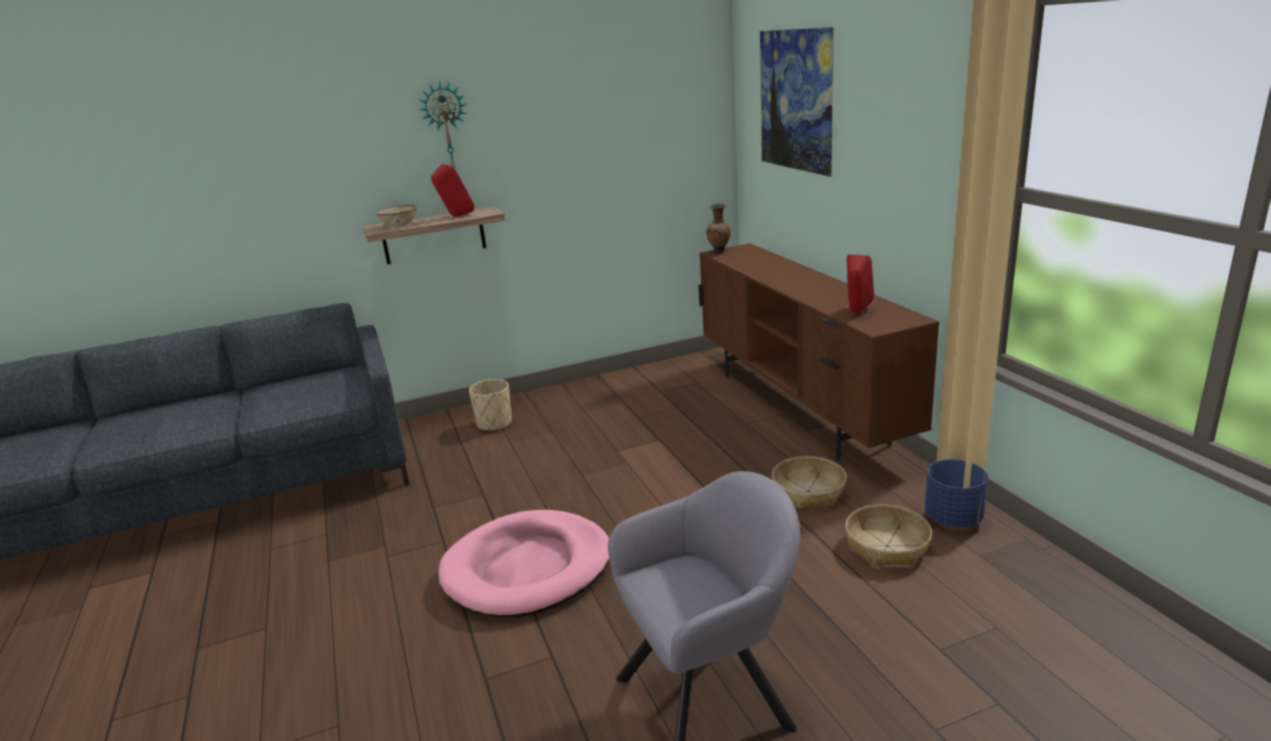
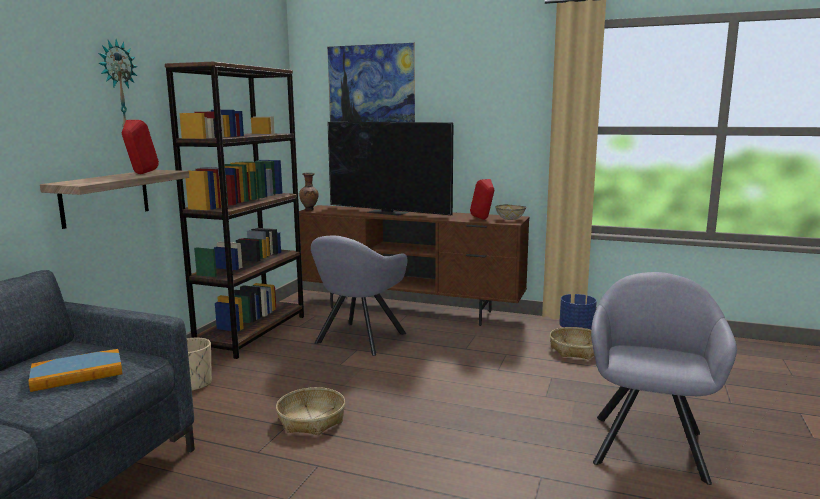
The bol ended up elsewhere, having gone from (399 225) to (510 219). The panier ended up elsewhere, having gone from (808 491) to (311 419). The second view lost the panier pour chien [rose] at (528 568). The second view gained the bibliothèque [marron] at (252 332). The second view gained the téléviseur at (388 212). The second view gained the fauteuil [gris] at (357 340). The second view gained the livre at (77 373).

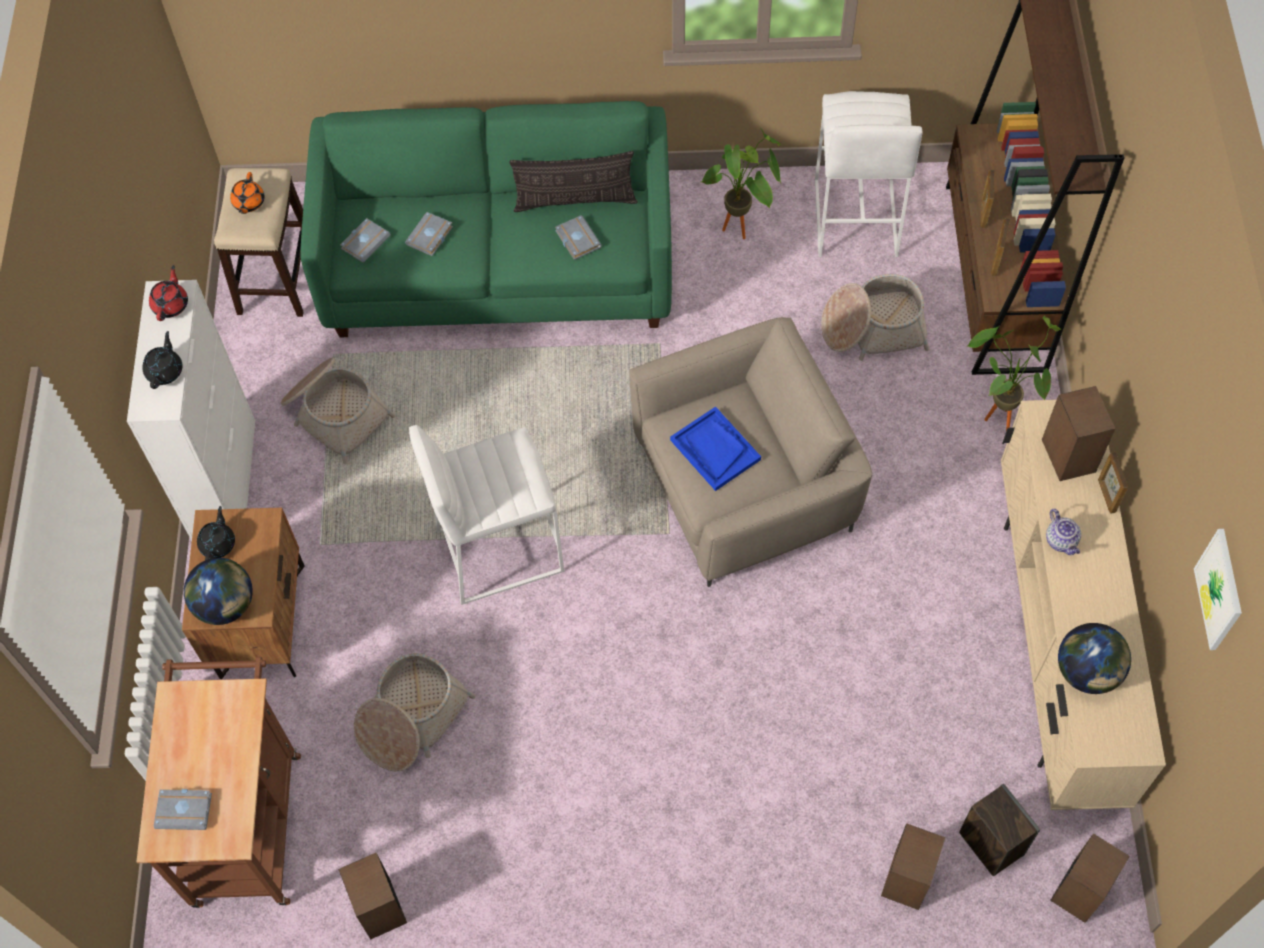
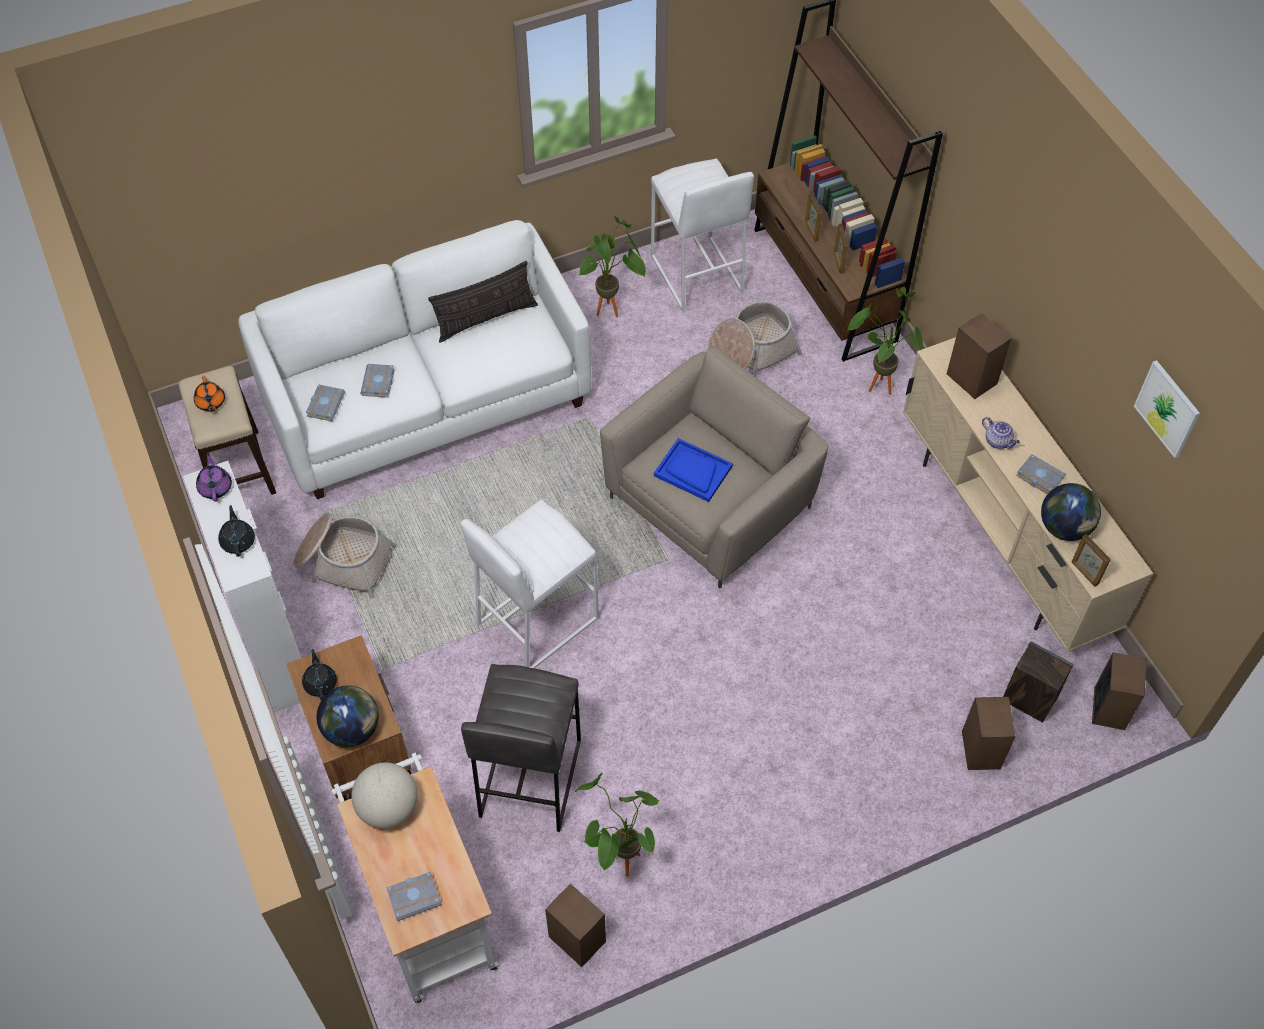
What was the canapé [vert] at (500 267) turned into the canapé [blanc] at (427 400). The livre [gris] ended up elsewhere, having gone from (576 239) to (1038 477). What was the théière [rouge] at (171 304) turned into the théière [violet] at (215 487). The cadre photo ended up elsewhere, having gone from (1106 495) to (1084 573). Where the panier stood at (411 718), the tabouret [gris] came to stand at (529 778). What was the chariot [marron] at (247 818) turned into the chariot [blanc] at (427 912). The second view gained the globe at (388 808). The second view gained the plante en pot at (619 864).

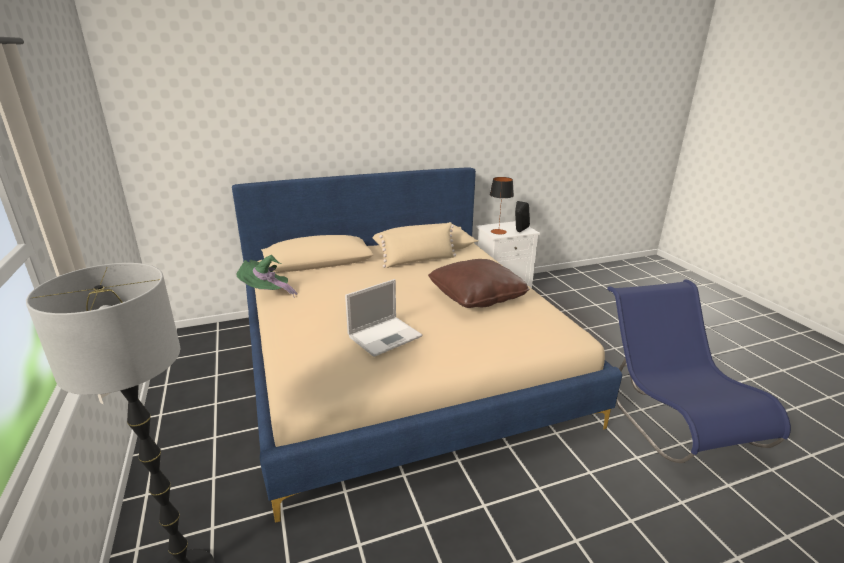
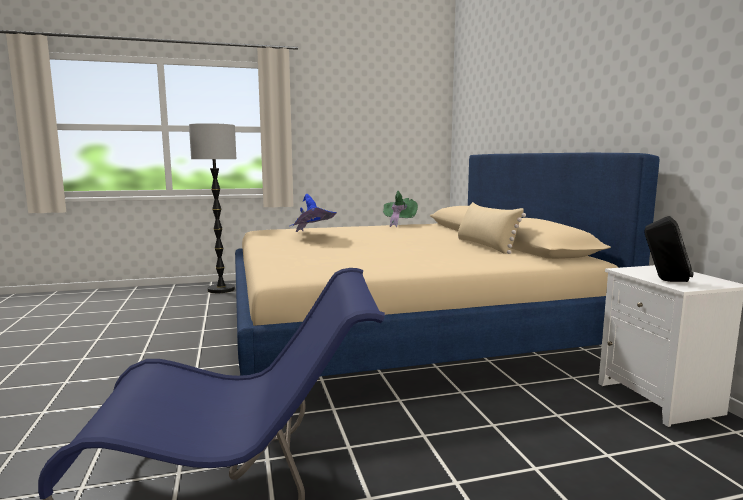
The second view lost the lampe de table at (498 231). The second view lost the coussin [marron] at (476 296). Where the ordinateur portable stood at (386 336), the chapeau [bleu] came to stand at (312 235).

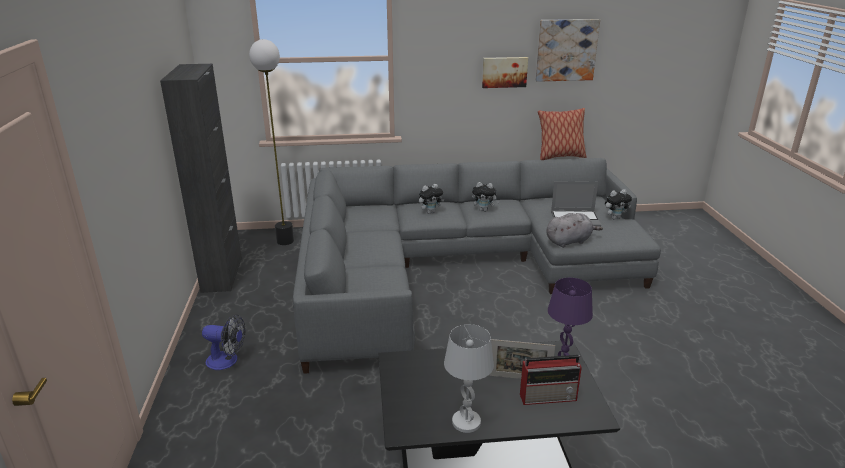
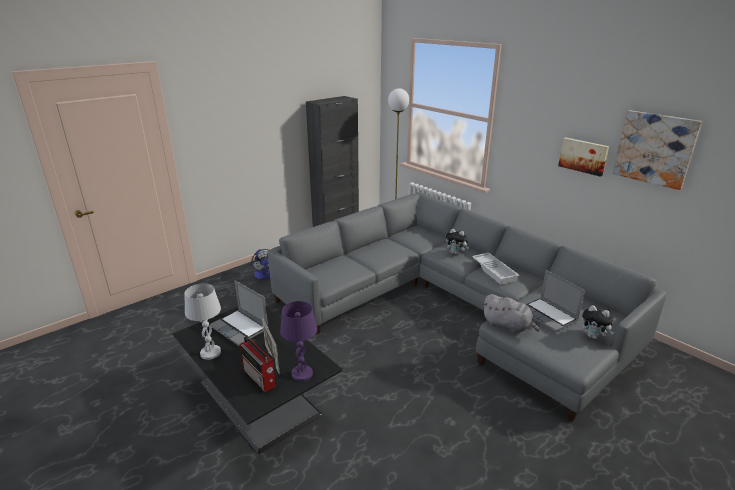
The second view lost the coussin at (560 157). Where the peluche stood at (484 210), the plateau [blanc] came to stand at (495 271). The second view gained the ordinateur portable at (240 328).

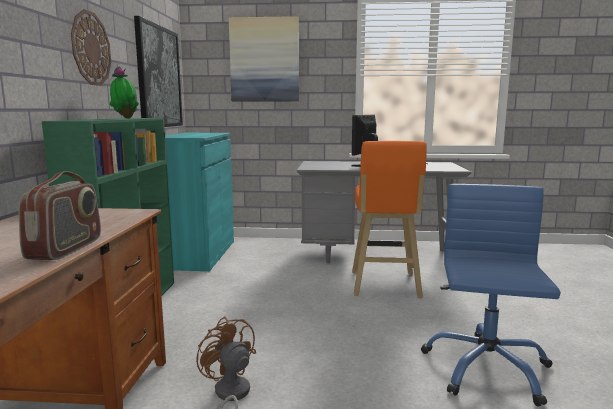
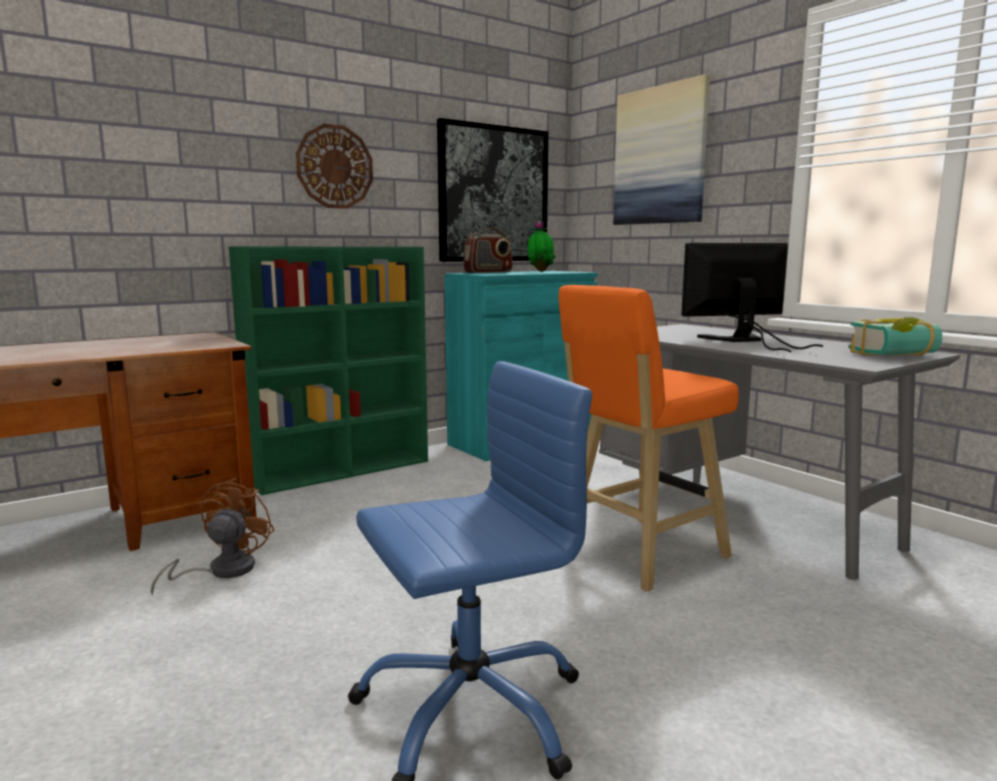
The plante en pot ended up elsewhere, having gone from (125 118) to (540 271). The radio ended up elsewhere, having gone from (66 249) to (488 272). The second view gained the livre at (898 356).

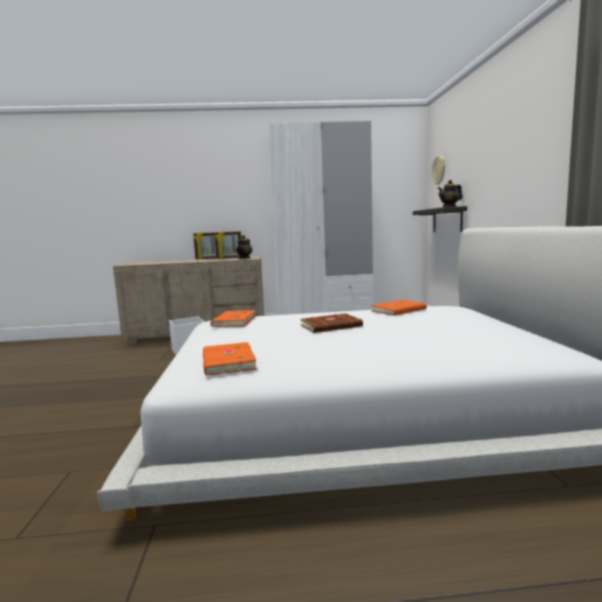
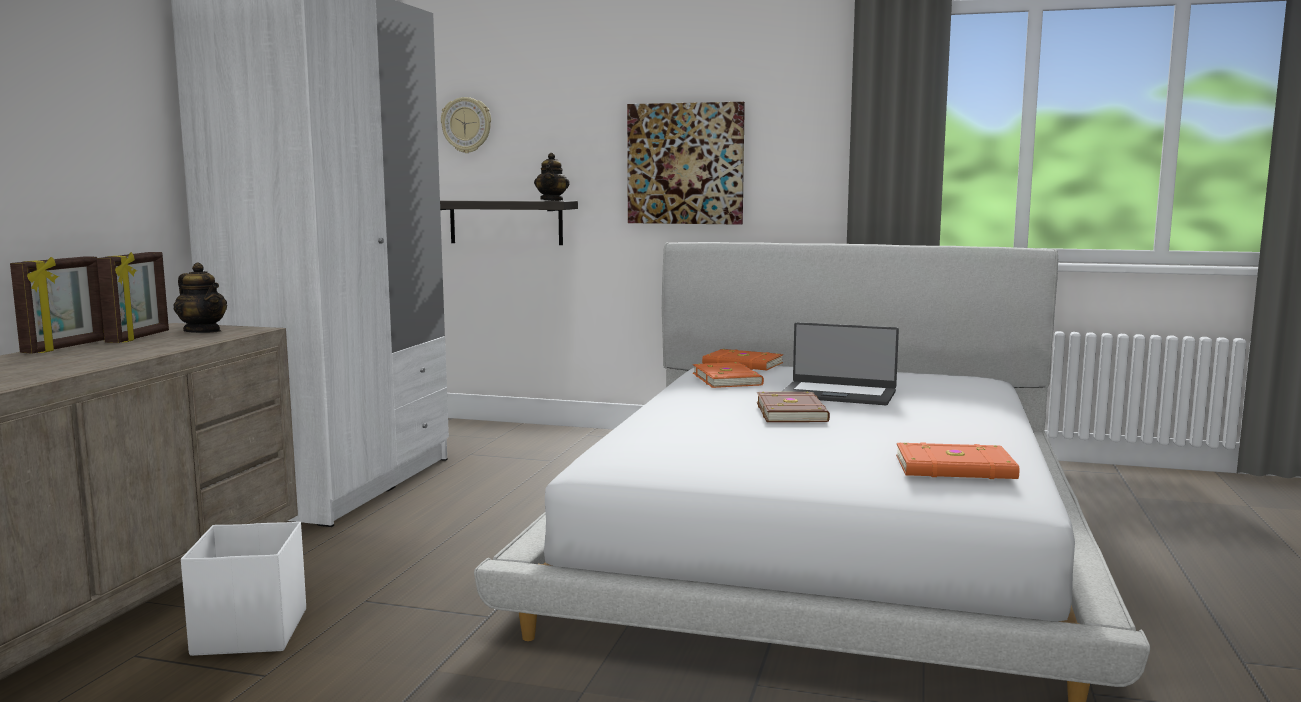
The livre [orange] ended up elsewhere, having gone from (233 321) to (742 364). The second view gained the tableau at (685 164). The second view gained the ordinateur portable at (838 394).

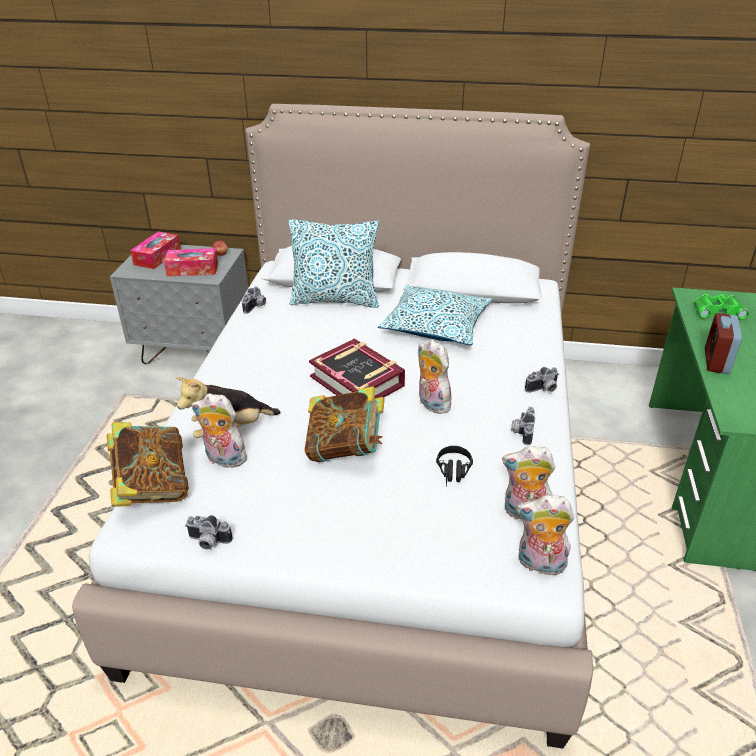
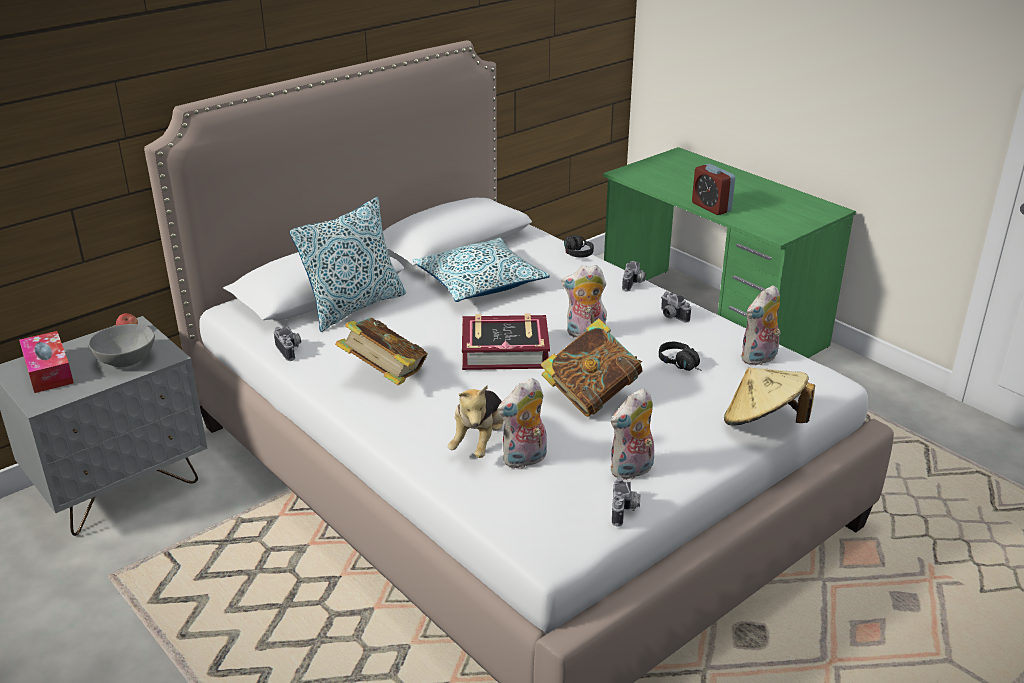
Where the boîte à mouchoirs stood at (192 269), the bol [gris] came to stand at (126 360). The second view lost the jumelles [vert] at (717 310). The livre ended up elsewhere, having gone from (152 488) to (384 377). The peluche ended up elsewhere, having gone from (540 565) to (632 471). The appareil photo at (208 542) ended up facing another way, 45 degrees counterclockwise from before. The second view gained the casque audio [noir] at (575 251). The second view gained the chapeau [beige] at (762 422).

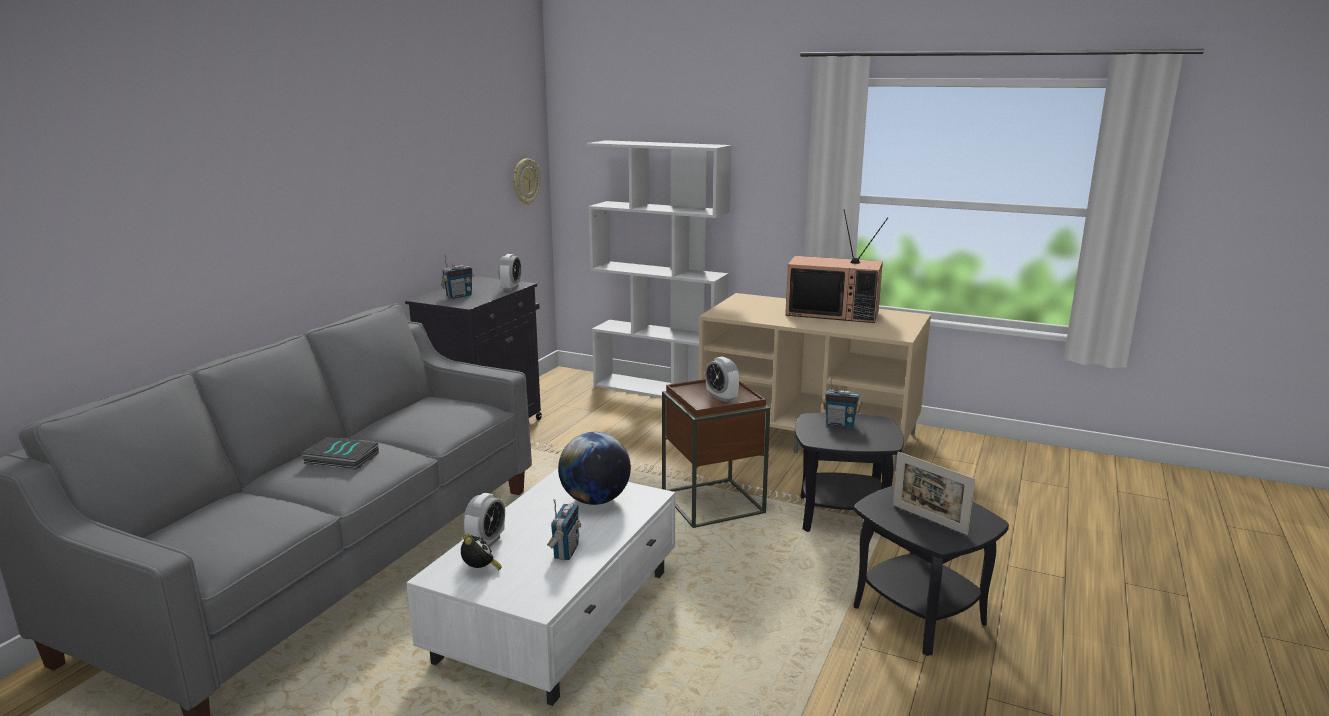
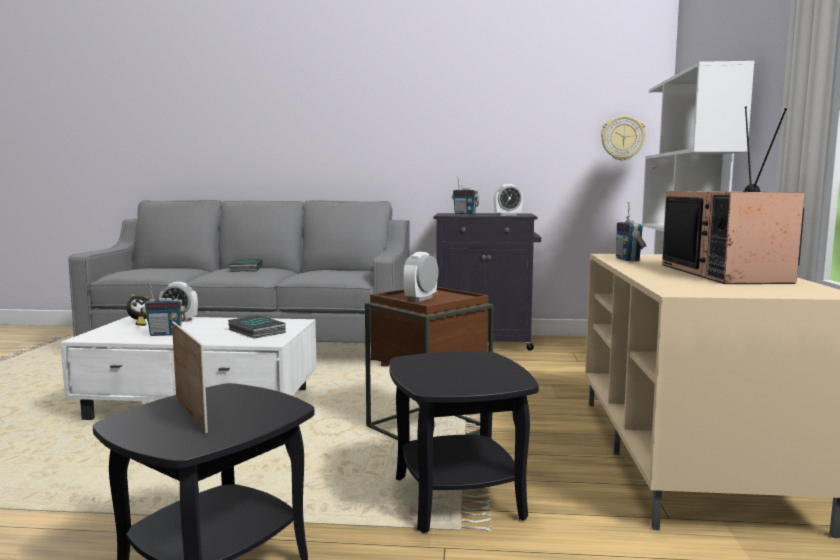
The radio ended up elsewhere, having gone from (840 424) to (628 259). Where the globe stood at (595 500), the livre came to stand at (255 331). The cadre photo at (929 519) ended up facing another way, 120 degrees clockwise from before.

